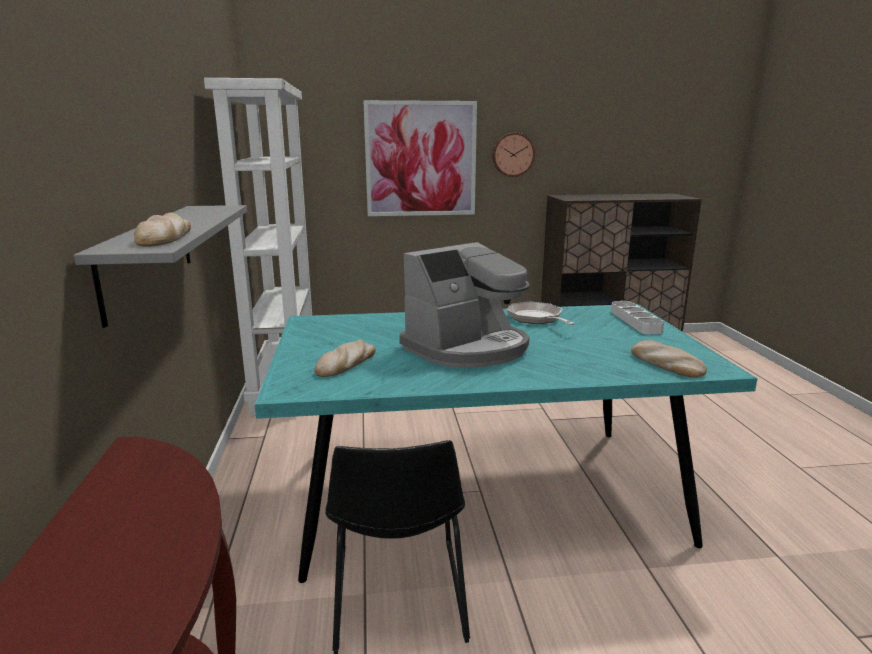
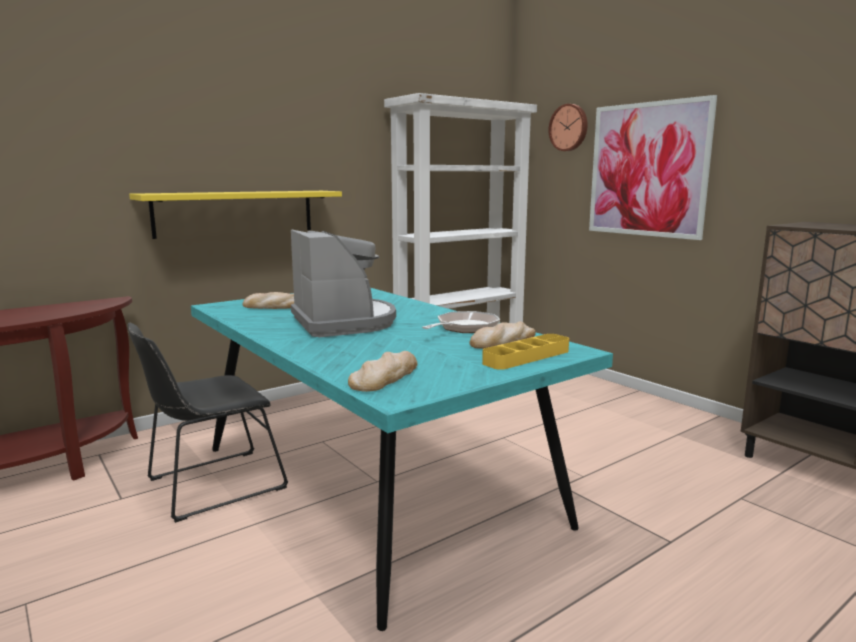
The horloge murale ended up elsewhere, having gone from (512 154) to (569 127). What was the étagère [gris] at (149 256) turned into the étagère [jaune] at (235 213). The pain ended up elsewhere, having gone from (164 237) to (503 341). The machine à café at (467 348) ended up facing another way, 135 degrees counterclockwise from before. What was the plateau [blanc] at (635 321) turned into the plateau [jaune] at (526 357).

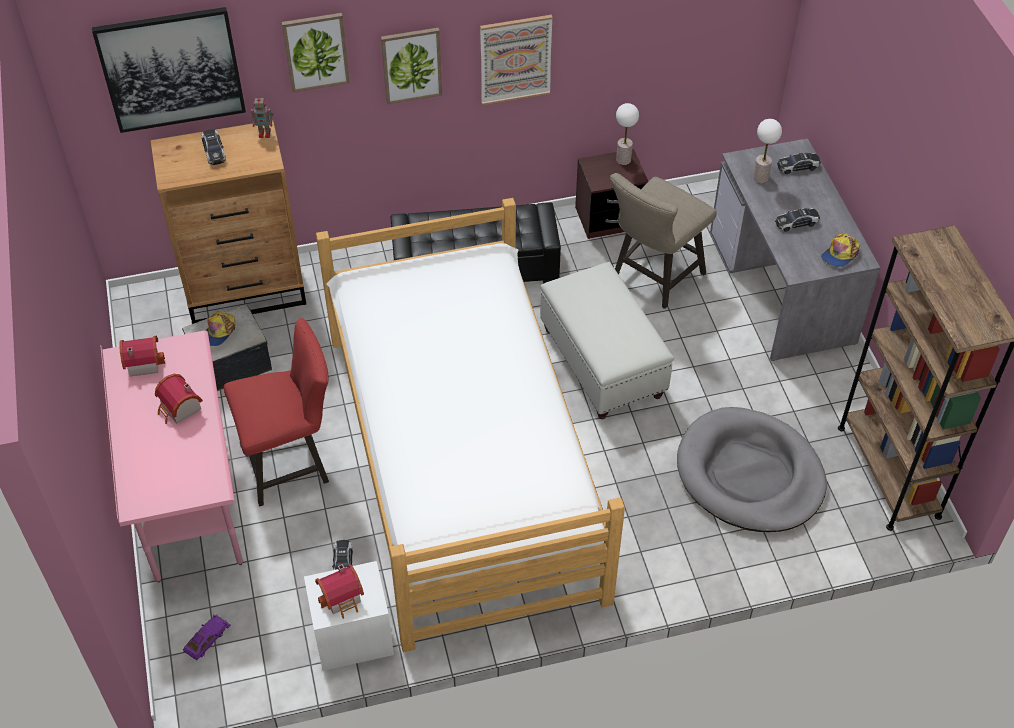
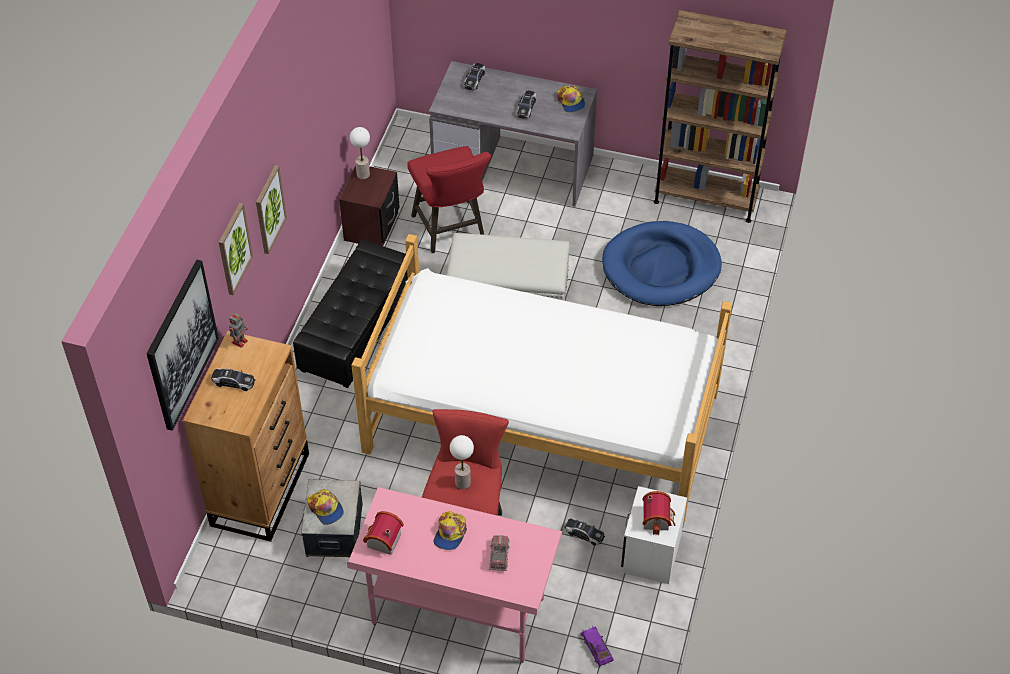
The second view lost the tableau at (515 59). The lampe de table ended up elsewhere, having gone from (760 177) to (462 482). What was the tabouret [beige] at (653 278) turned into the tabouret [rouge] at (451 231). Where the maison miniature stood at (179 409), the casquette came to stand at (450 533). What was the panier pour chien [gris] at (749 474) turned into the panier pour chien [bleu] at (661 267). The second view gained the camion jouet at (499 556).

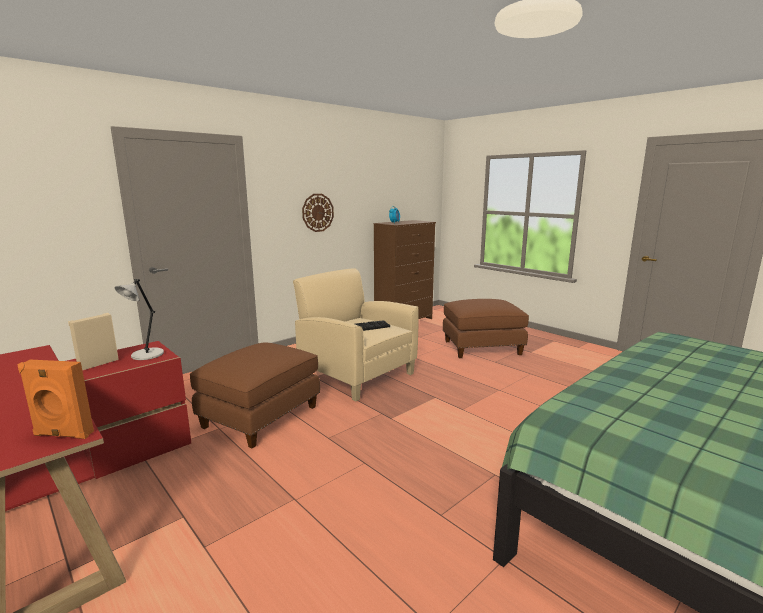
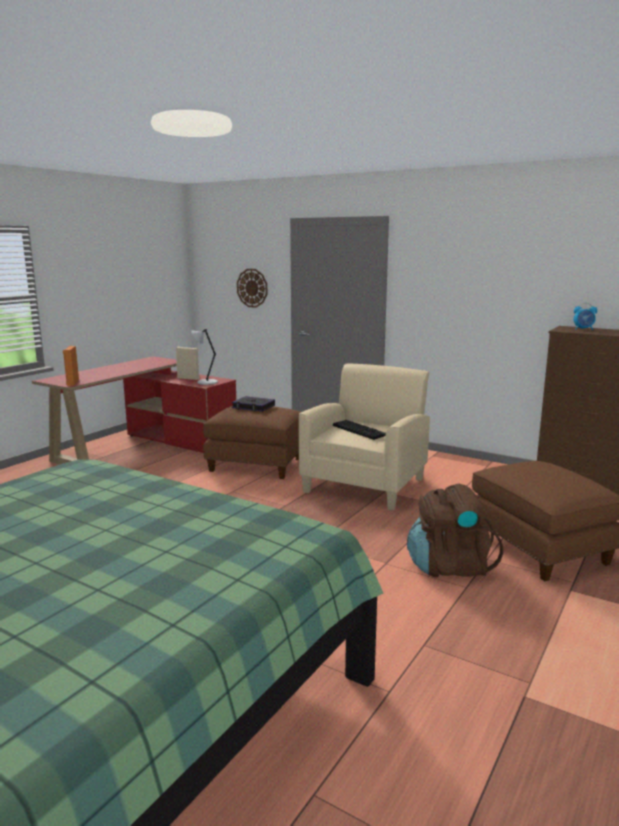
The horloge murale ended up elsewhere, having gone from (317 212) to (252 288). The second view gained the livre at (253 407). The second view gained the sac à dos [marron] at (449 566).

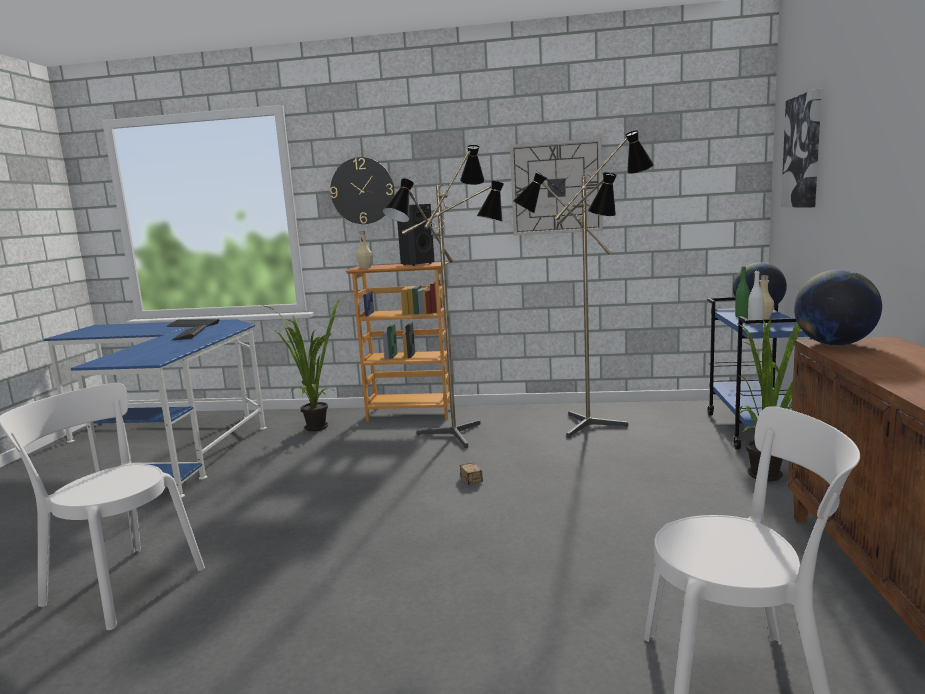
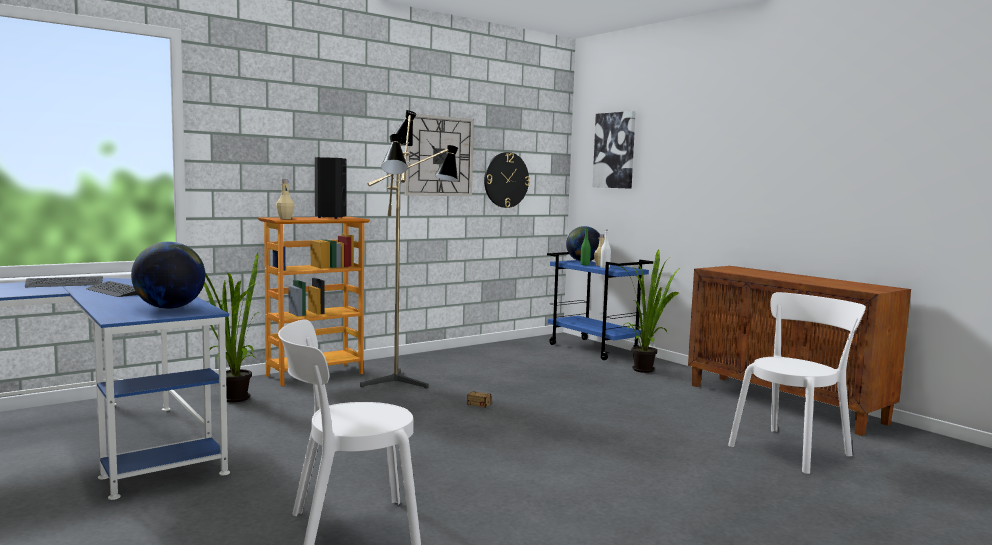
The second view lost the lampadaire at (589 428). The horloge murale ended up elsewhere, having gone from (362 191) to (506 180). The globe ended up elsewhere, having gone from (833 344) to (169 308).

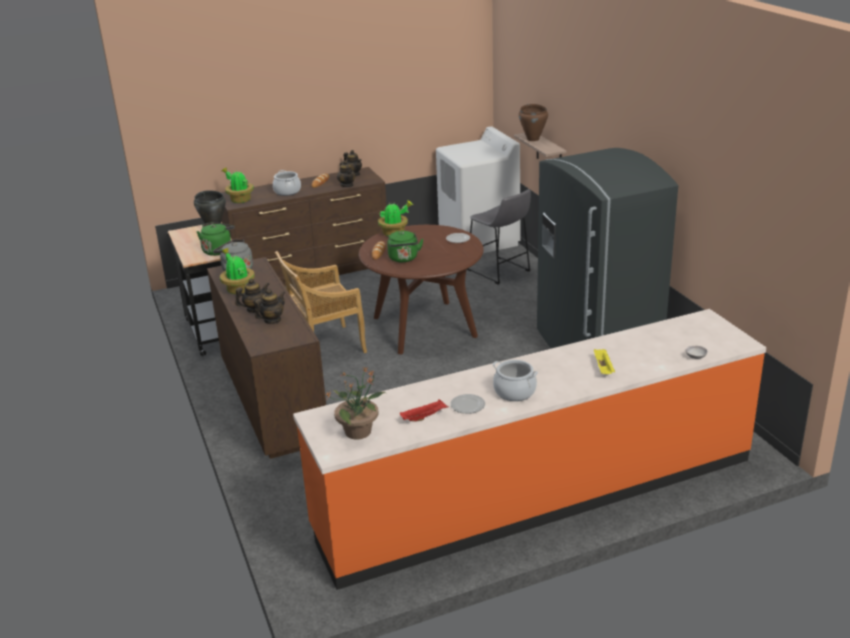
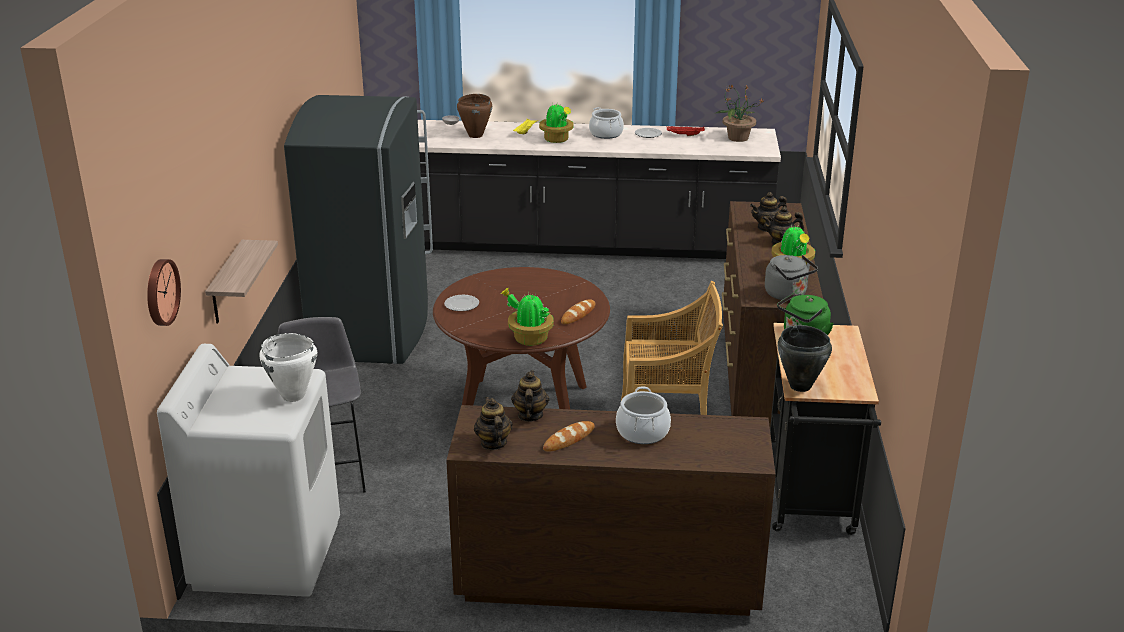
The marmite [marron] ended up elsewhere, having gone from (533 139) to (475 135). The plante en pot ended up elsewhere, having gone from (240 200) to (557 140). The second view lost the bouilloire [vert] at (403 259). What was the comptoir de cuisine [orange] at (536 494) turned into the comptoir de cuisine [noir] at (578 245). The second view gained the horloge murale at (160 292). The second view gained the marmite [blanc] at (293 396).

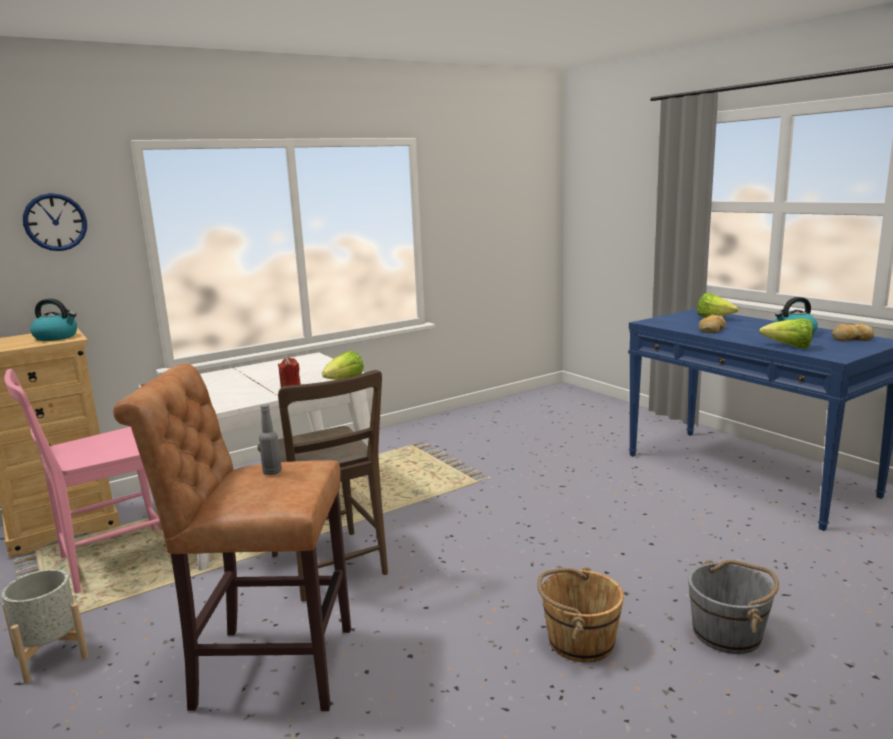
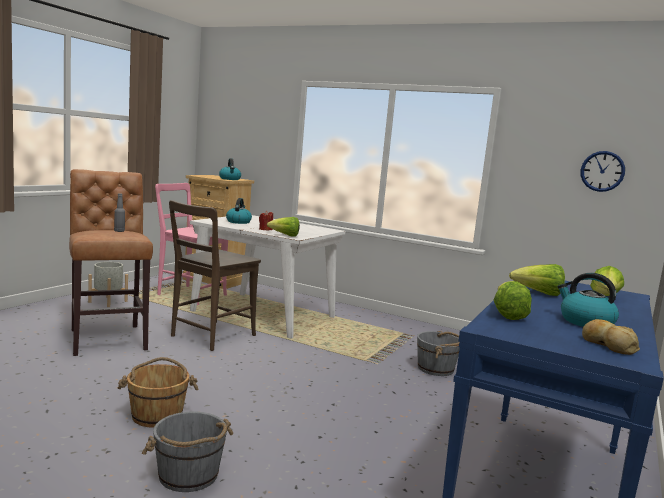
The horloge murale ended up elsewhere, having gone from (55 222) to (602 171). Where the pain stood at (711 330), the laitue came to stand at (538 293). The second view gained the bouilloire at (238 222). The second view gained the seau [gris] at (436 369).

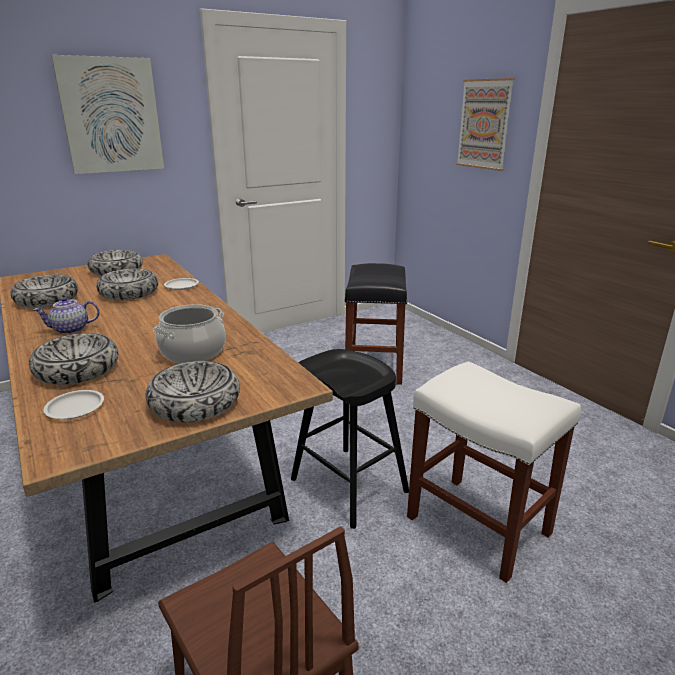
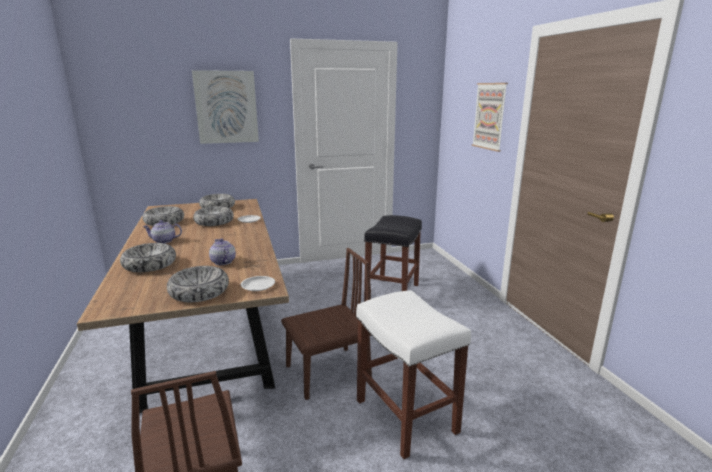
Where the marmite stood at (193 352), the théière came to stand at (222 262). Where the tabouret [noir] stood at (348 485), the chaise [marron] came to stand at (327 372). The assiette [blanc] ended up elsewhere, having gone from (74 408) to (257 286).

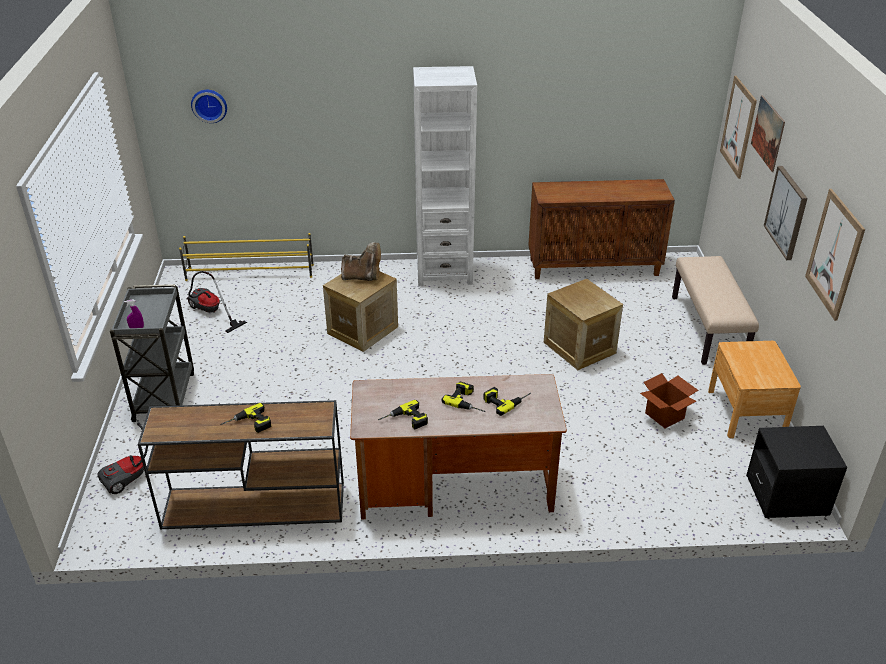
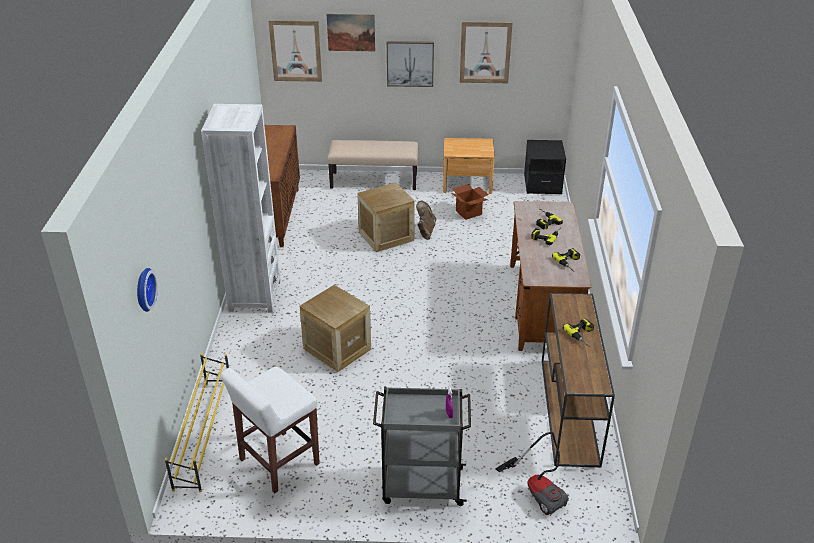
The botte [marron] ended up elsewhere, having gone from (363 277) to (425 231). Where the aspirateur stood at (210 313), the tabouret [blanc] came to stand at (278 462).

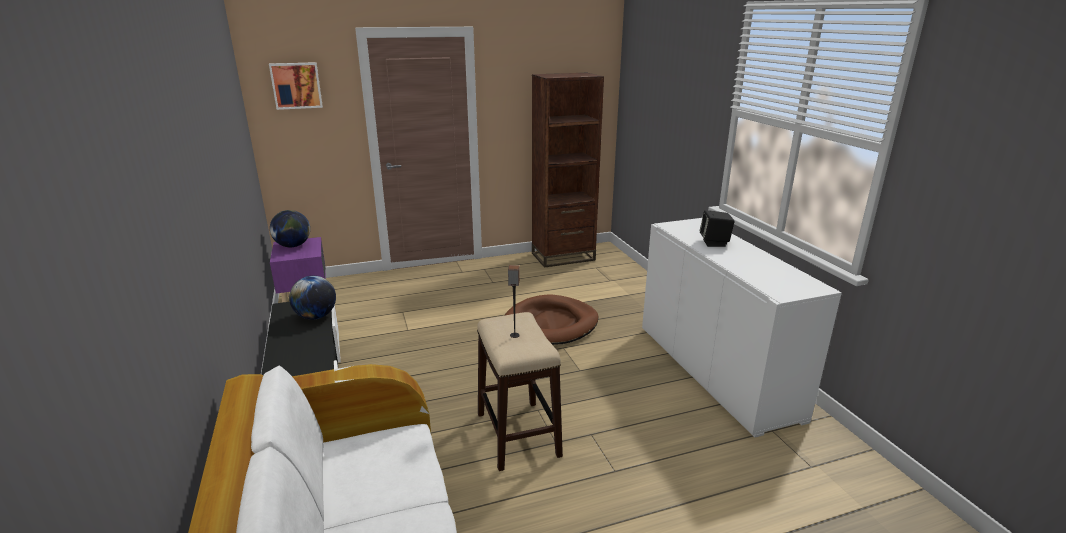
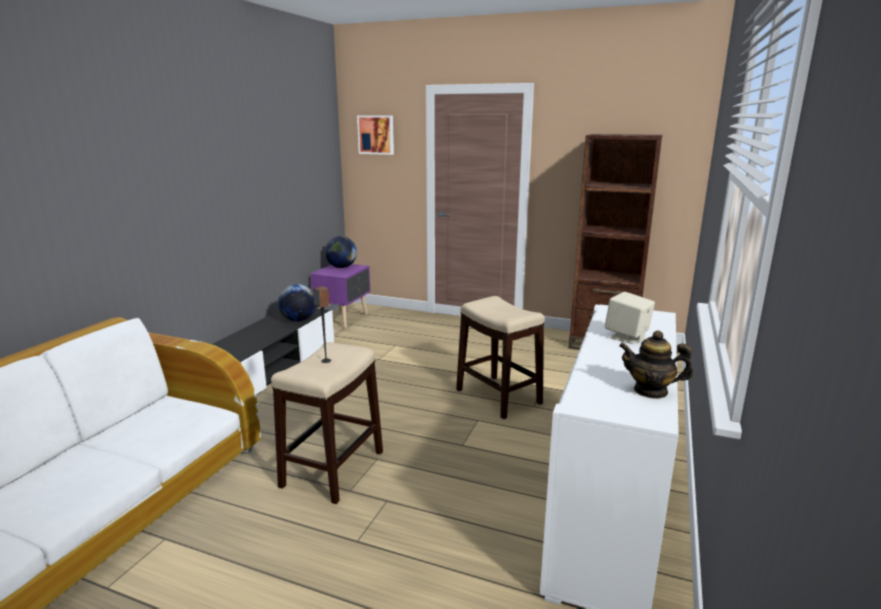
What was the enceinte [noir] at (714 243) turned into the enceinte [beige] at (627 337). Where the panier pour chien [marron] stood at (551 324), the tabouret came to stand at (499 397). The second view gained the théière at (651 391).

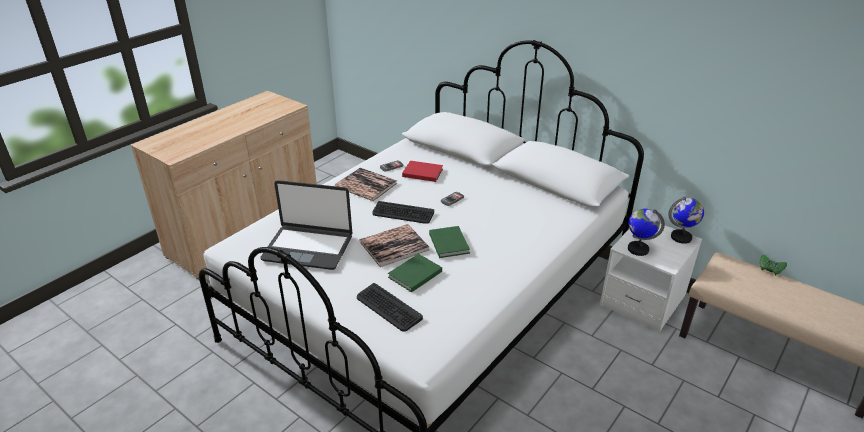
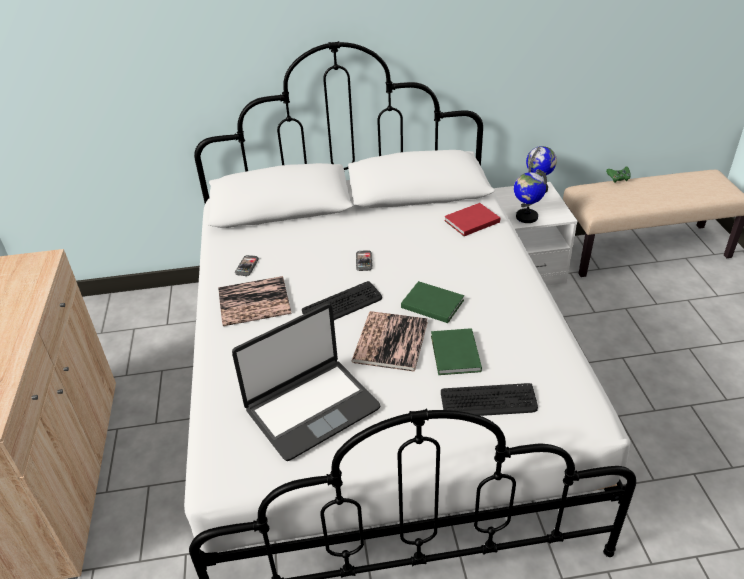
The livre [rouge] ended up elsewhere, having gone from (422 172) to (470 221).

